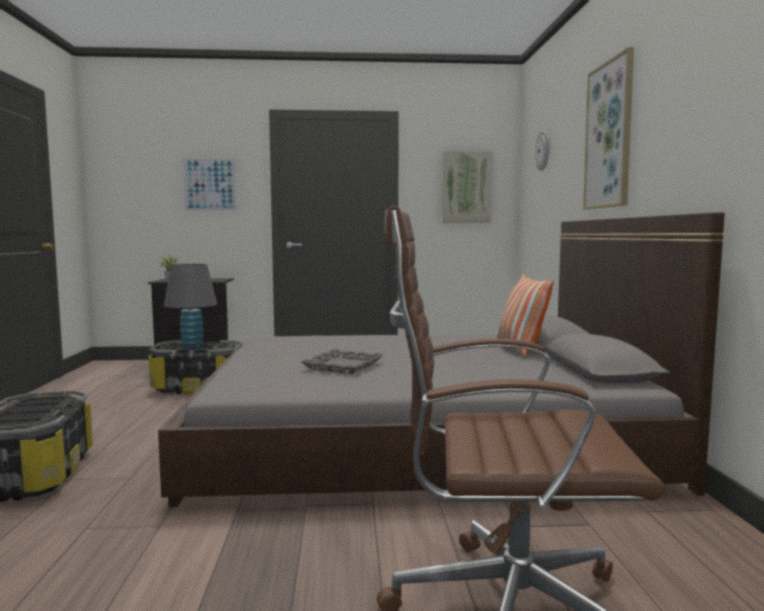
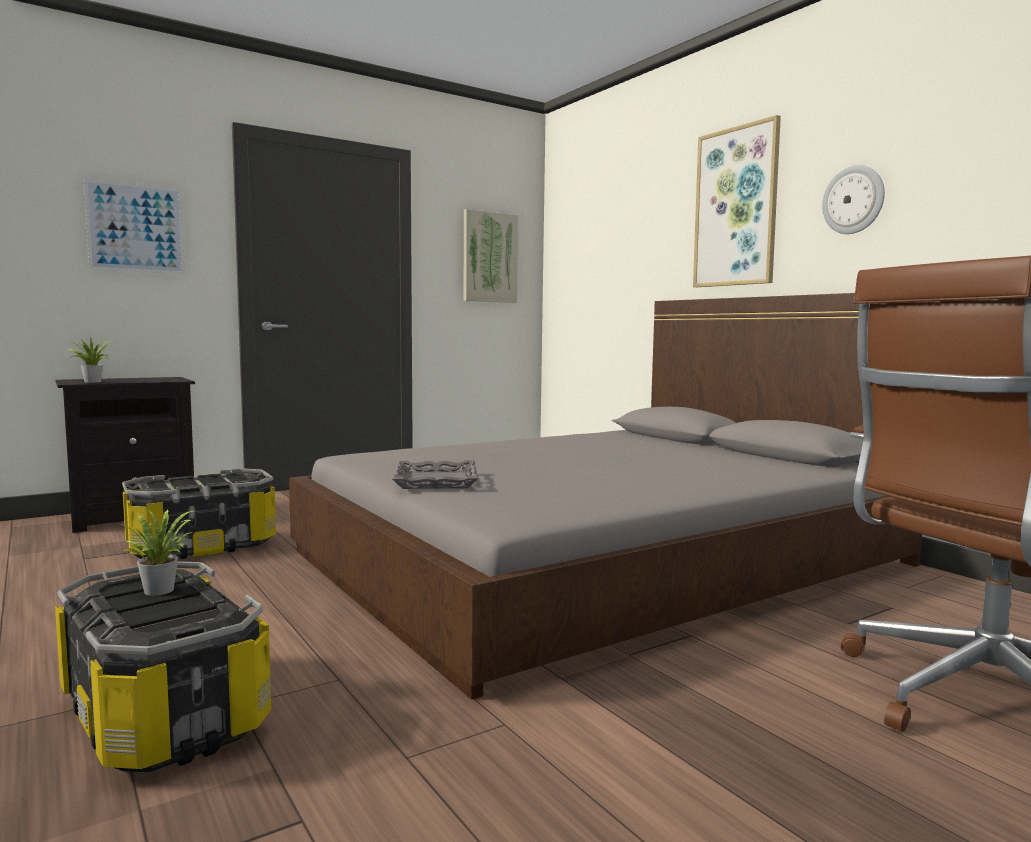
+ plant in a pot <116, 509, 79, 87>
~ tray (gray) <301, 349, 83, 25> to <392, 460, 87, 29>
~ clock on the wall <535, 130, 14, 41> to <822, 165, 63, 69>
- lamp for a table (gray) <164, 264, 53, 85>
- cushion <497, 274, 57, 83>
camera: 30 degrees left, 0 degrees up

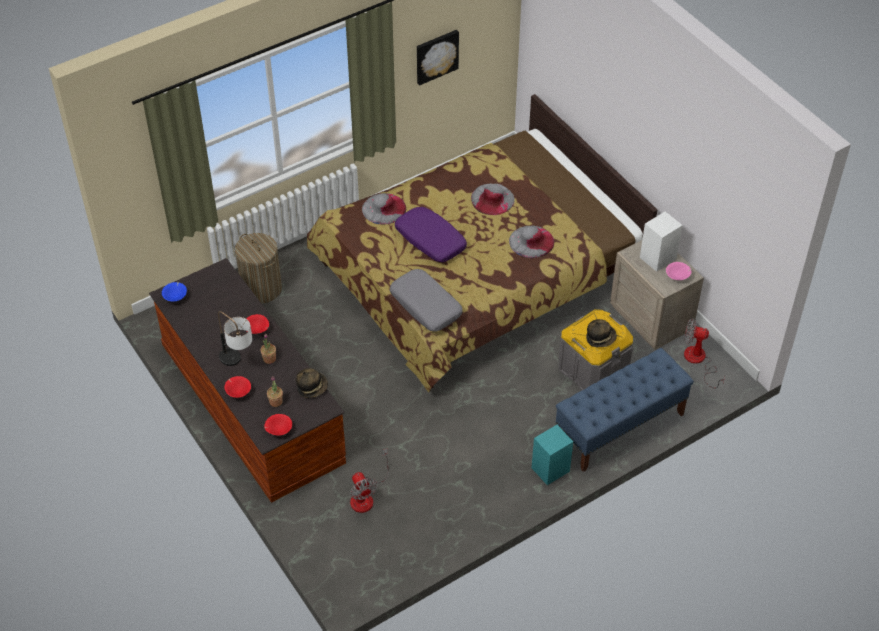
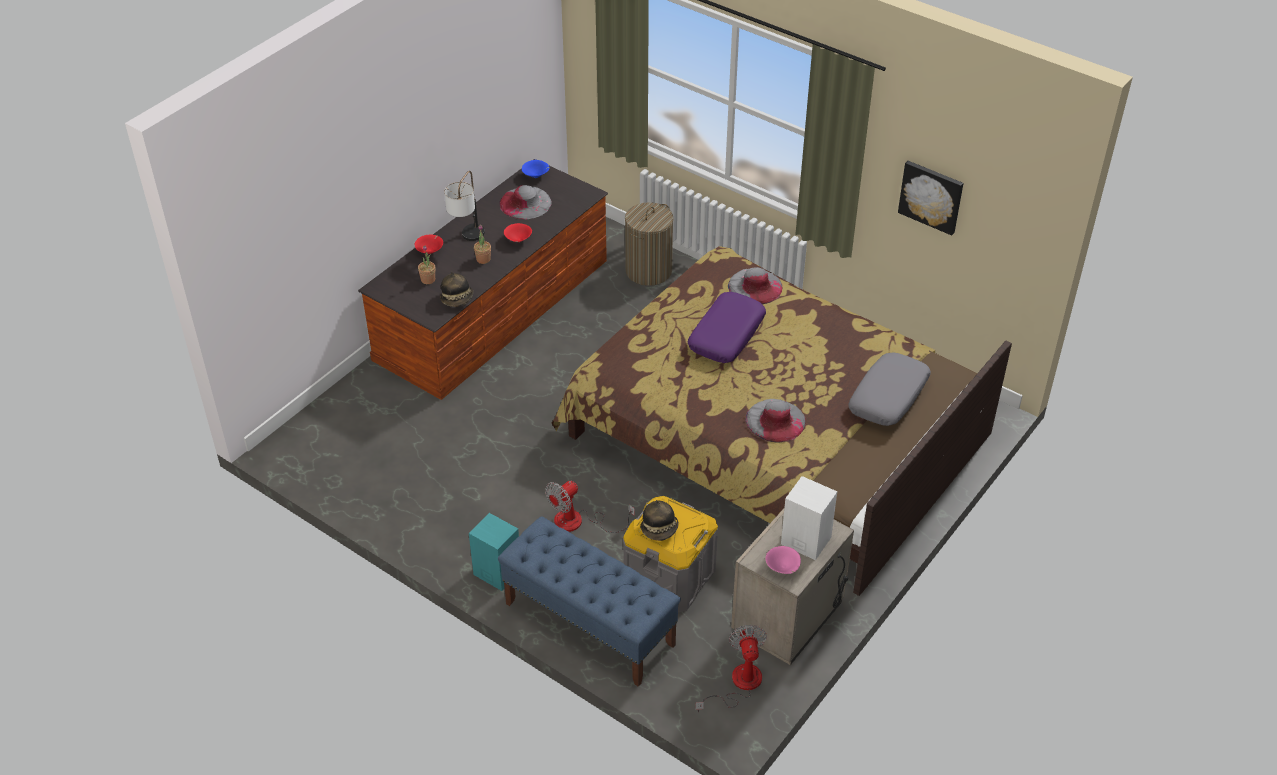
~ clothing hat (gray) <471, 183, 44, 32> to <500, 185, 52, 34>
~ fan <350, 448, 39, 65> to <545, 481, 90, 52>
~ cushion (gray) <390, 269, 73, 62> to <848, 352, 83, 74>
- bowl (reddish) <264, 414, 28, 22>
camera: 70 degrees right, 5 degrees down

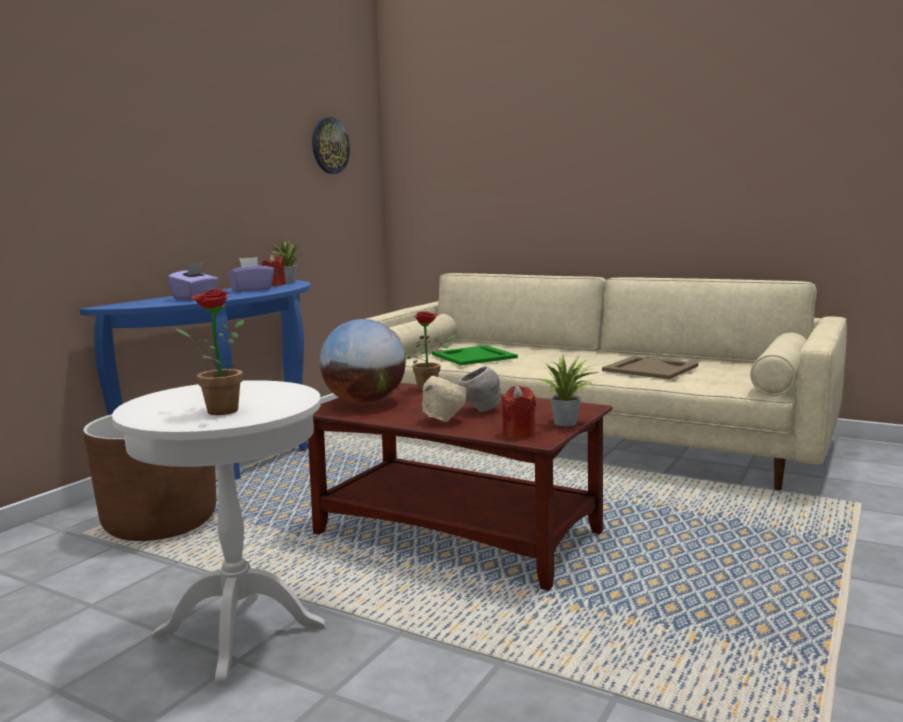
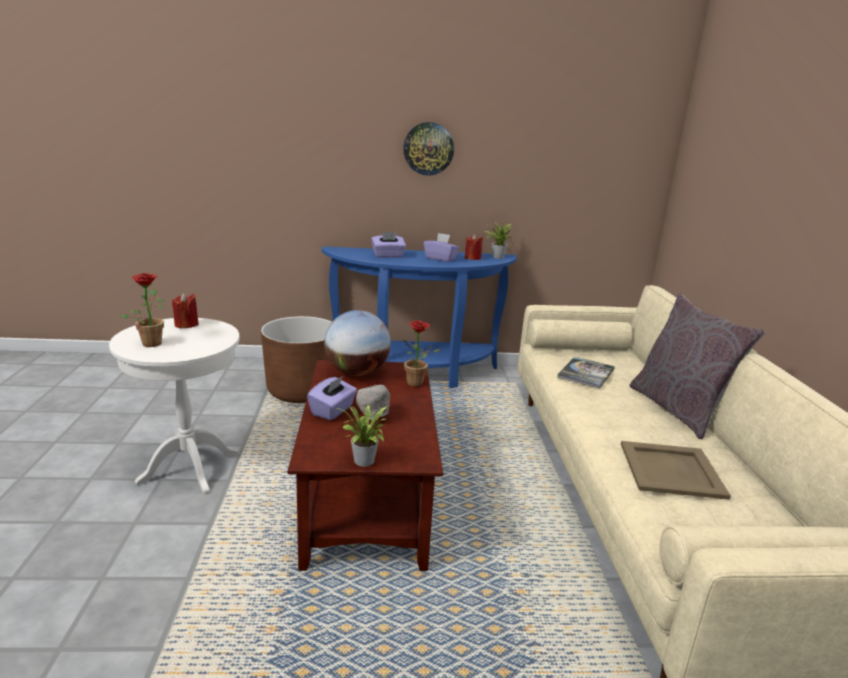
~ wax candle (reddish) <501, 385, 35, 53> to <172, 293, 27, 35>
~ bowl (sand-coloured) <422, 376, 44, 46> to box of tissues (purple-coloured) <307, 375, 50, 45>
~ clock on the wall <312, 117, 38, 57> to <403, 122, 51, 54>
~ tray (greenish) <432, 345, 86, 20> to book <557, 357, 58, 32>
+ cushion (gray) <629, 293, 137, 146>
camera: 55 degrees right, 10 degrees up

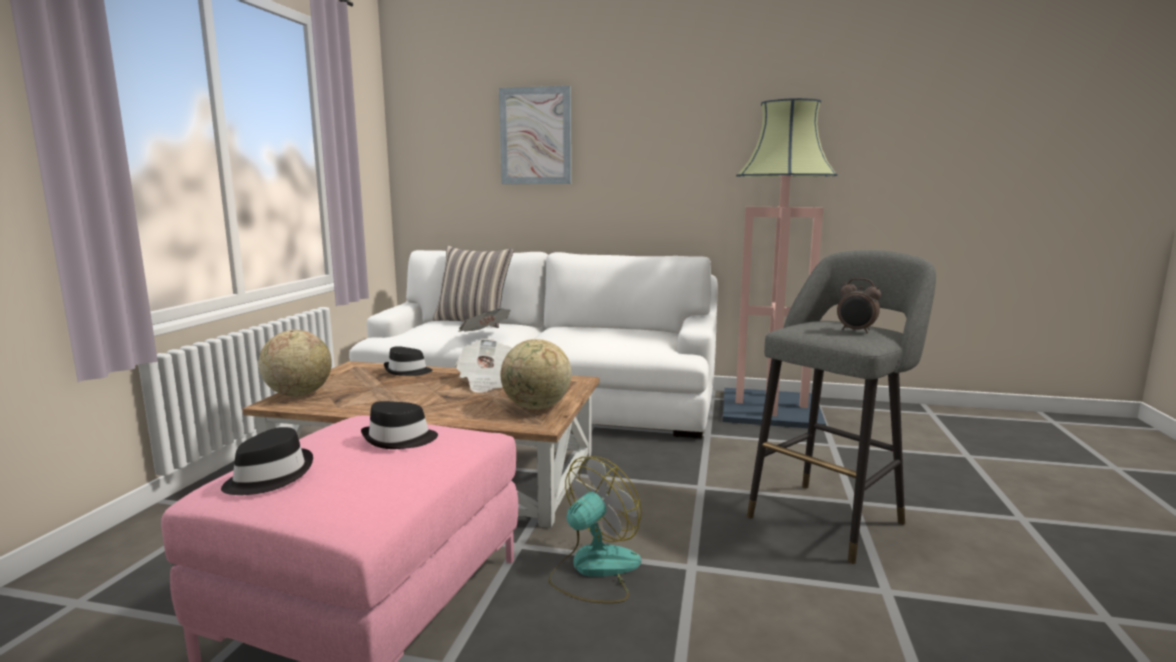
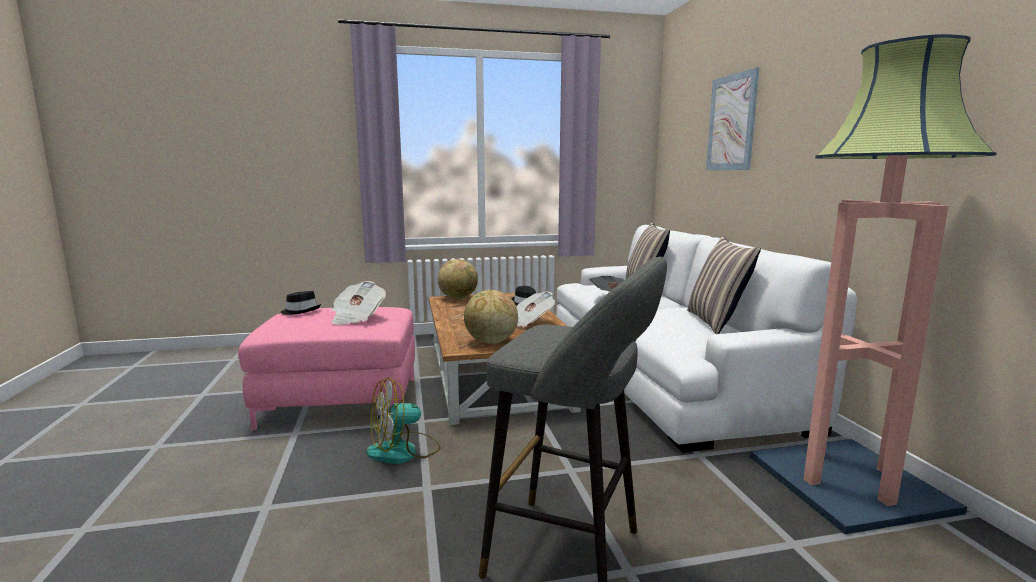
~ clothing hat (black-coloured) <361, 401, 77, 48> to daily paper <331, 281, 55, 44>
~ fan <548, 457, 94, 146> = <367, 377, 73, 87> 135 degrees clockwise
+ cushion <687, 236, 74, 98>
- bedside clock <837, 278, 44, 55>
camera: 65 degrees right, 0 degrees up

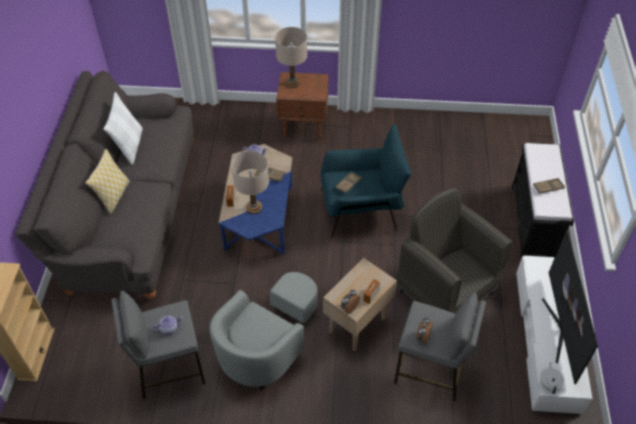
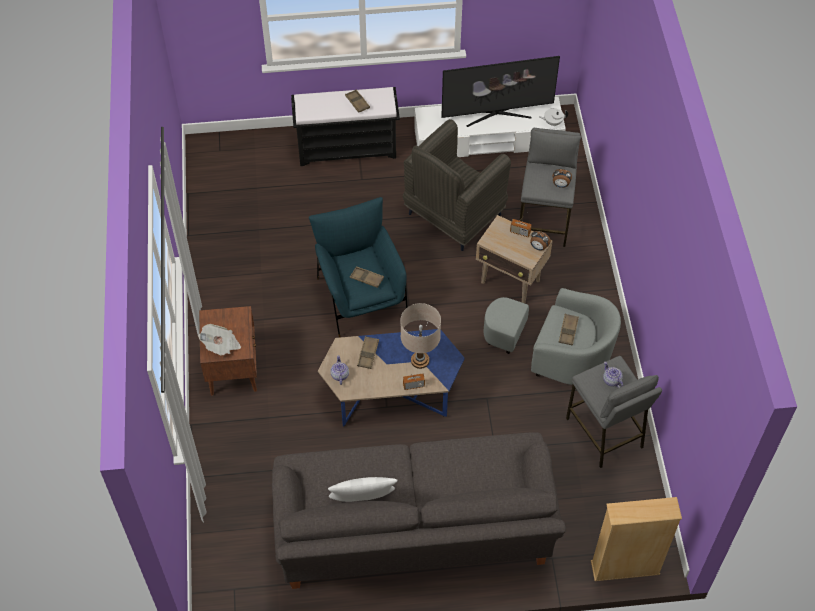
~ lamp for a table (sand-coloured) <275, 27, 32, 61> to daily paper <198, 324, 43, 32>
+ tray (brown-coloured) <558, 314, 21, 32>
- cushion <85, 149, 45, 65>
camera: 100 degrees left, 5 degrees up

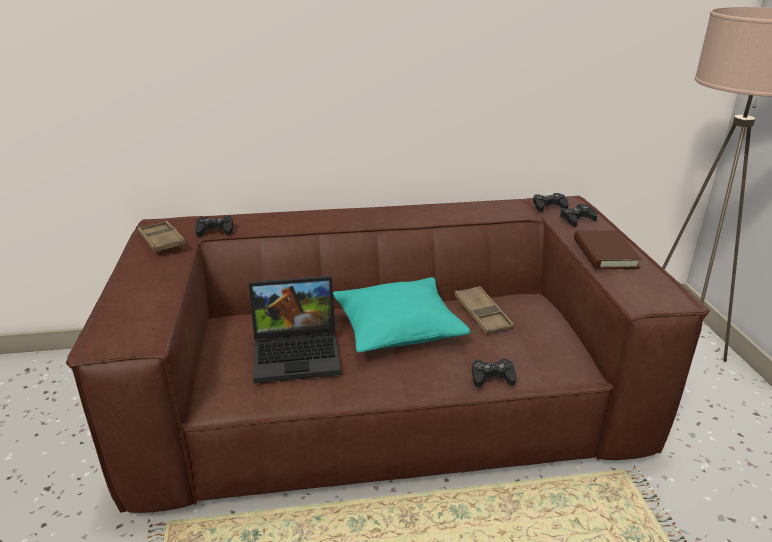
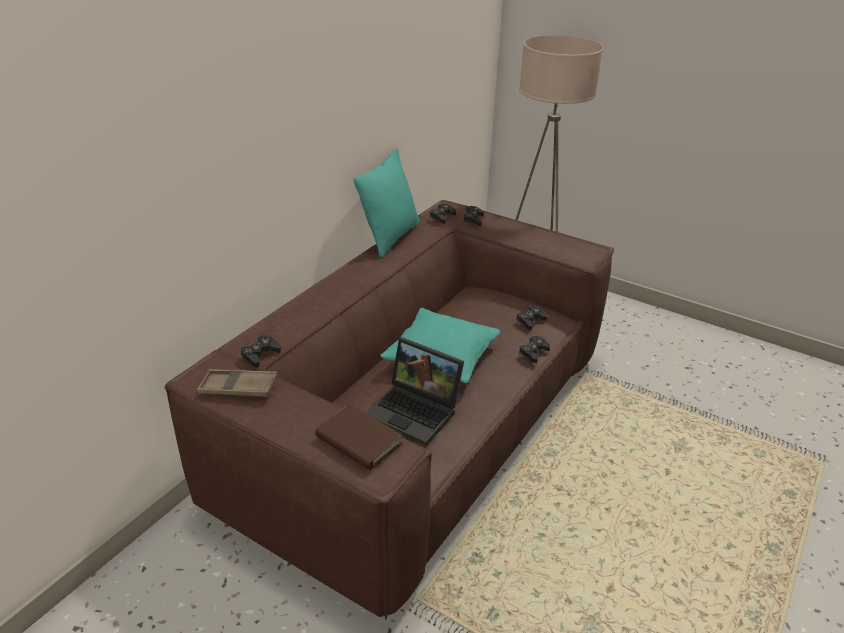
~ book (brown-coloured) <574, 230, 68, 39> to <315, 404, 88, 66>
+ cushion (turquoise-coloured) <354, 148, 66, 110>
~ laptop <249, 276, 92, 107> = <366, 337, 98, 109> 90 degrees clockwise
+ joypad (black-coloured) <516, 305, 31, 25>
- tray (brown-coloured) <454, 286, 60, 49>
camera: 50 degrees left, 5 degrees up

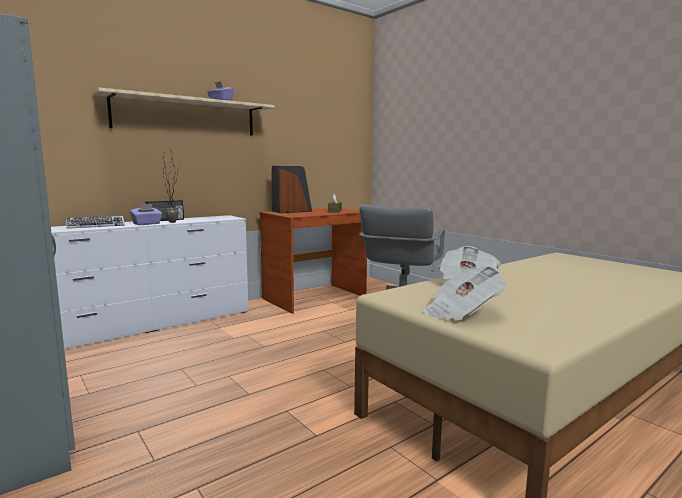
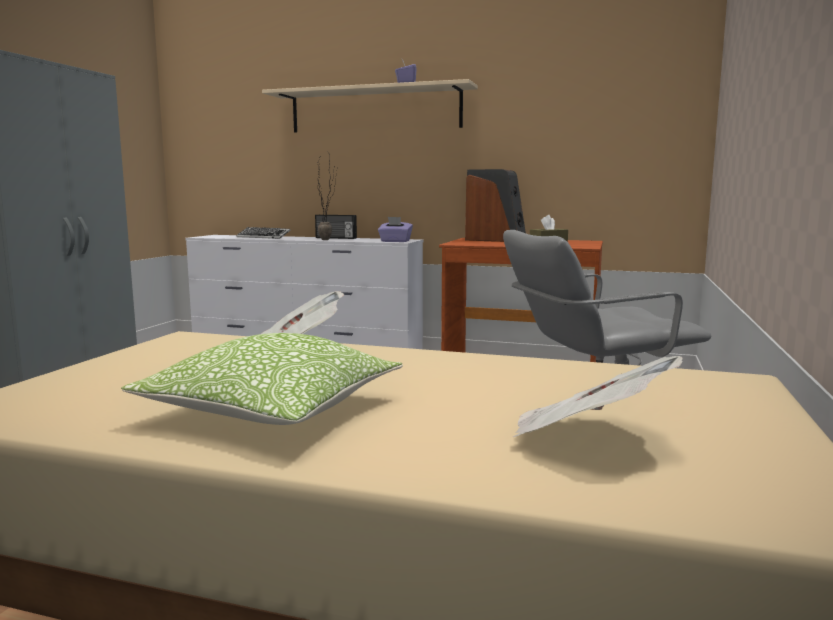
+ cushion <121, 333, 282, 92>
~ box of tissues (purple-coloured) <130, 203, 32, 22> to <378, 217, 35, 25>
~ daily paper <423, 266, 83, 55> to <513, 356, 170, 81>
camera: 55 degrees right, 0 degrees up

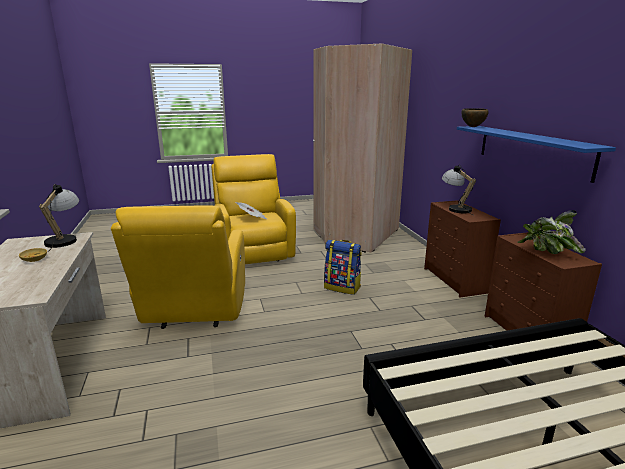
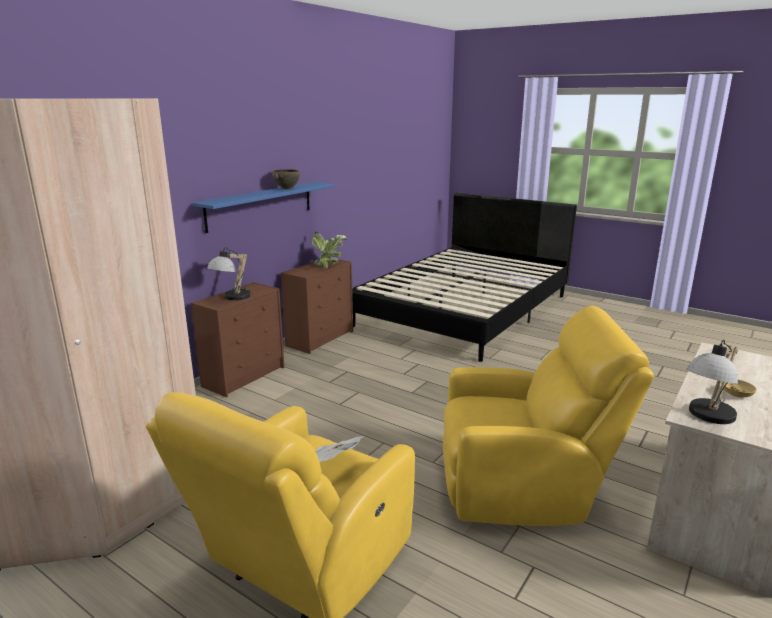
~ bowl (brown-coloured) <461, 108, 28, 19> to <272, 169, 28, 20>
~ armchair (yellow) <111, 205, 134, 124> = <443, 306, 211, 220> 45 degrees clockwise
- knapsack <324, 240, 38, 55>
camera: 130 degrees left, 0 degrees up

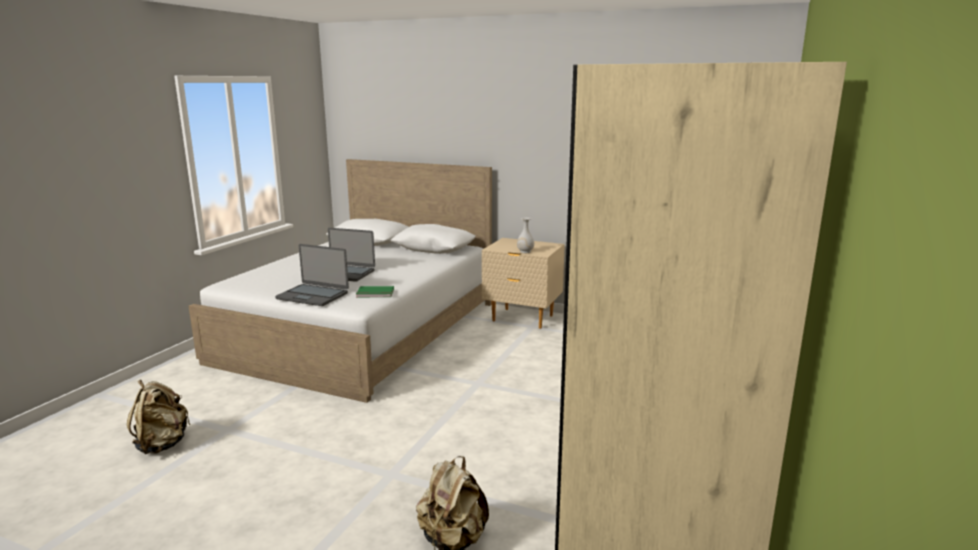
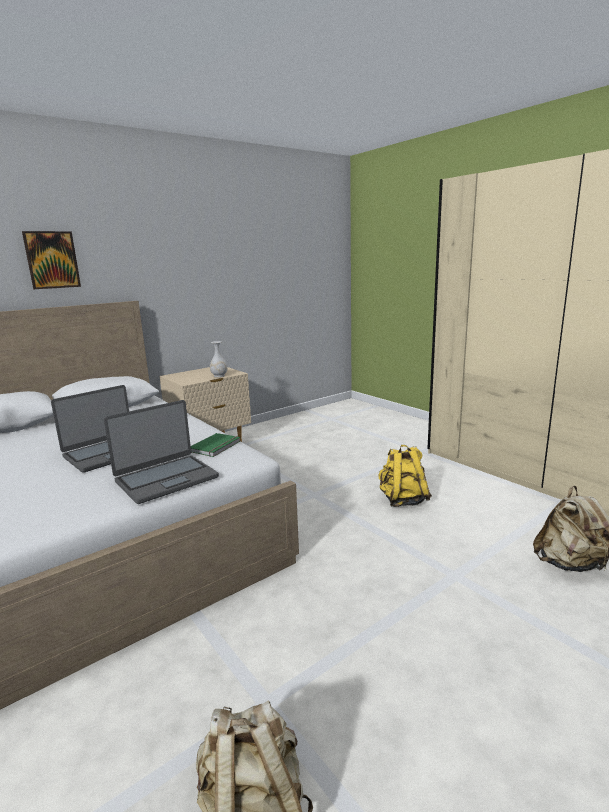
+ wall art <22, 231, 59, 58>
+ knapsack (yellow) <379, 445, 53, 62>
camera: 60 degrees left, 0 degrees up

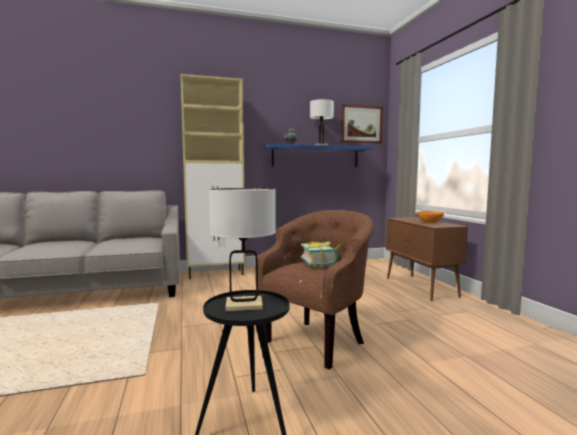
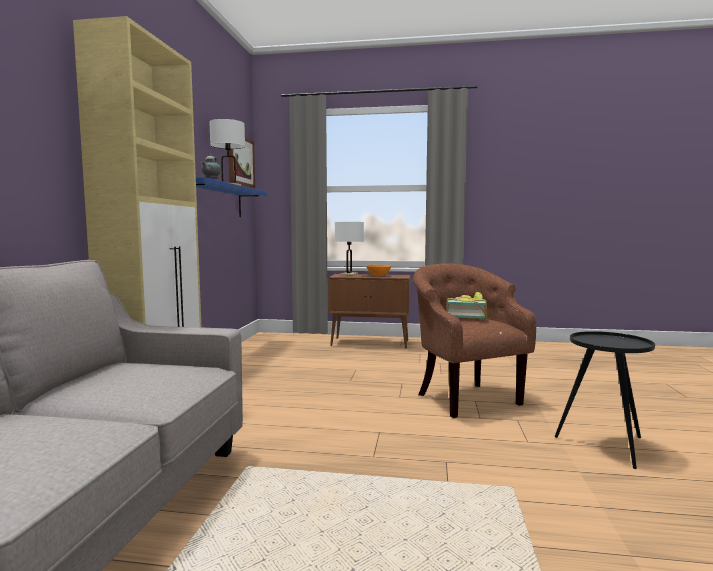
~ lamp for a table (white-coloured) <209, 188, 67, 123> to <335, 222, 29, 54>
camera: 65 degrees left, 0 degrees up

